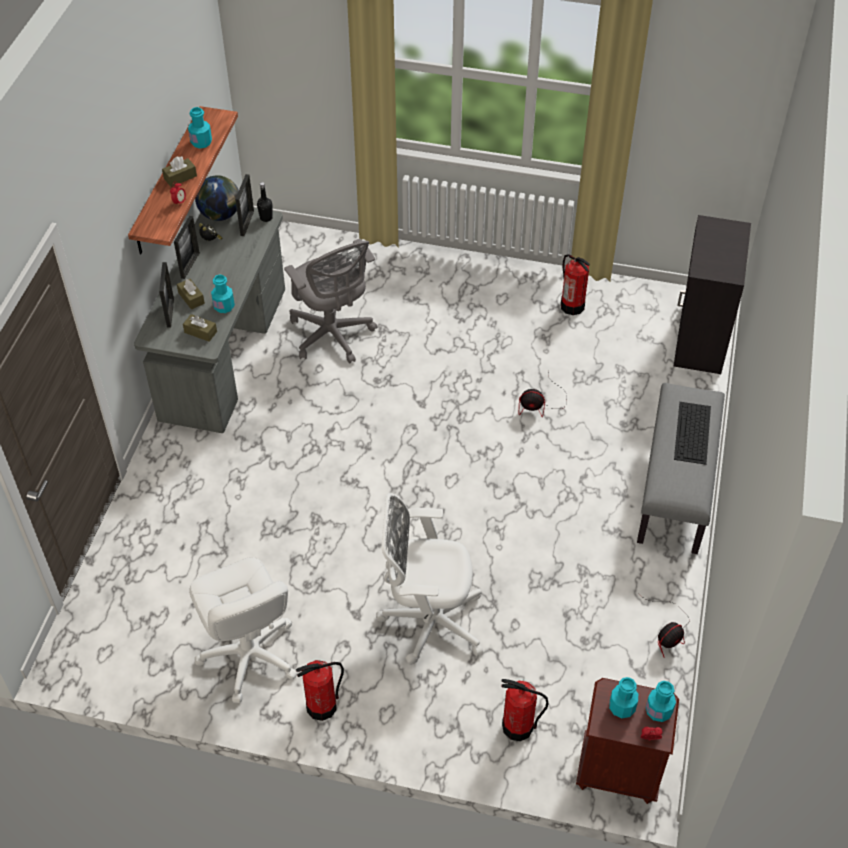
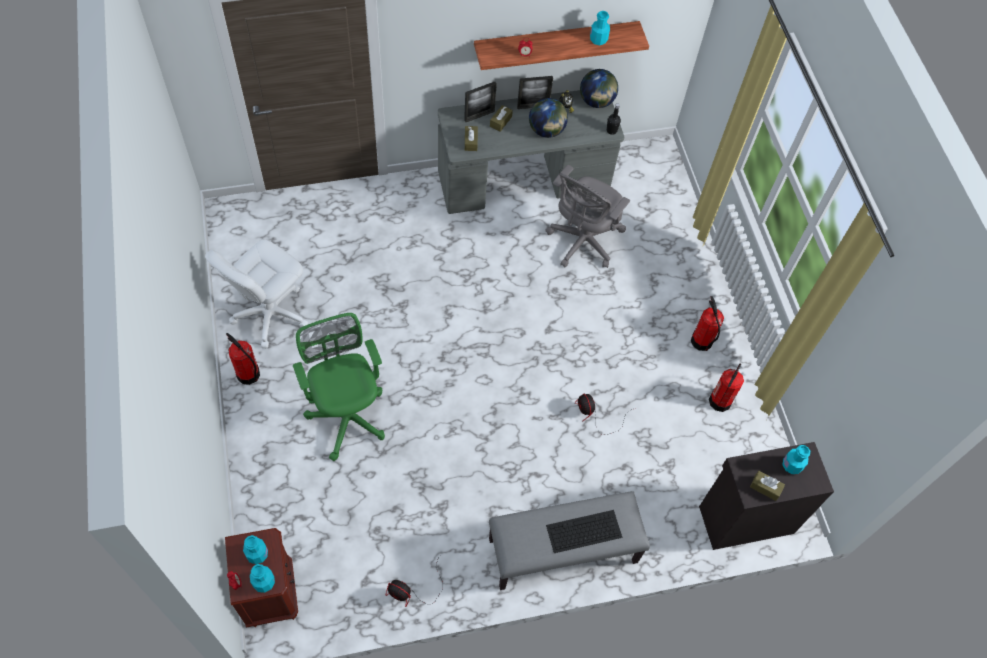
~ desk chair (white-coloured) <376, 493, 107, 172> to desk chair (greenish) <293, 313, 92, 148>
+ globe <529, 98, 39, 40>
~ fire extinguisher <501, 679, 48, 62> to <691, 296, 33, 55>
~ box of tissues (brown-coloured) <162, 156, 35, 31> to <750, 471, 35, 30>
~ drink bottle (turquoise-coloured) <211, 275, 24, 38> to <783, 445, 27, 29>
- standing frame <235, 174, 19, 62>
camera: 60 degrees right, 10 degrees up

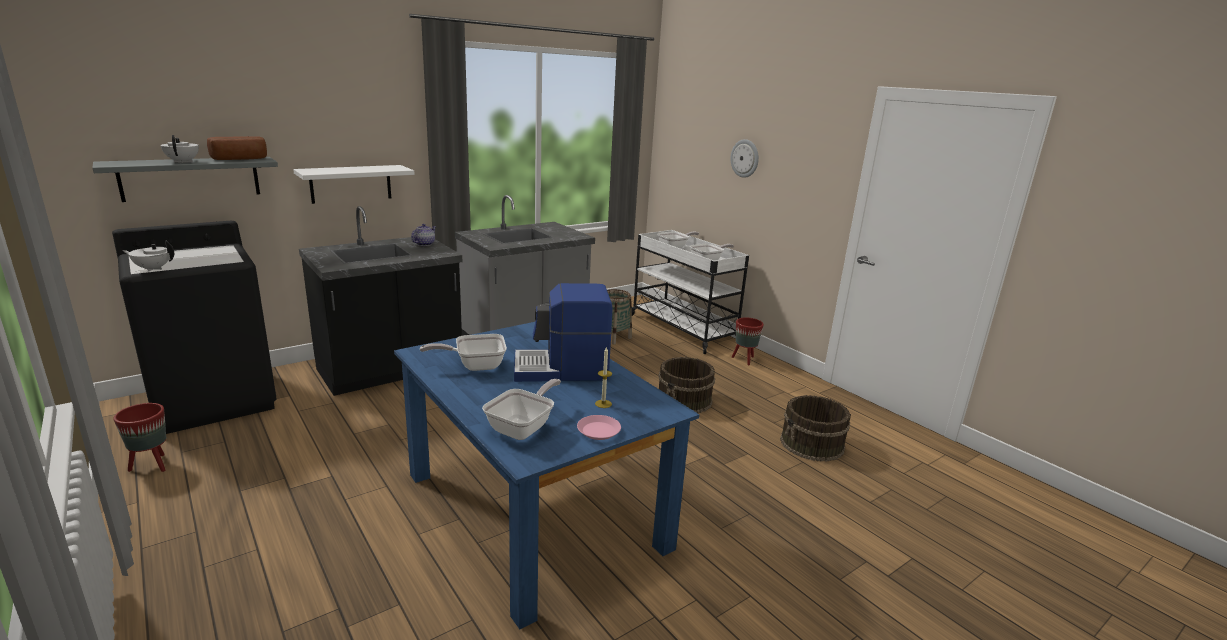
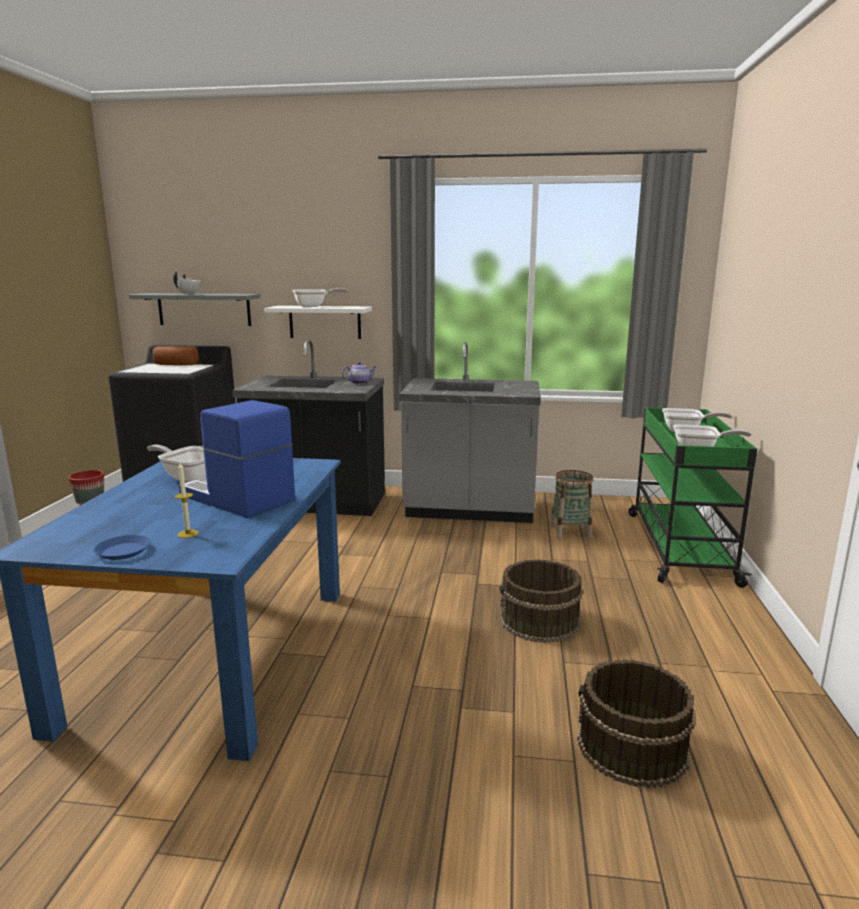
~ plate (pink) <577, 415, 44, 25> to plate (blue-coloured) <94, 535, 57, 25>
~ bakery bread <207, 136, 60, 24> to <152, 346, 47, 19>
~ pan <482, 379, 79, 61> to <292, 288, 56, 19>
~ wheeled cart (white-coloured) <631, 230, 118, 124> to wheeled cart (greenish) <628, 408, 129, 180>
- teapot (white-coloured) <122, 241, 52, 31>
- clock on the wall <730, 139, 29, 39>
- planter (reddish) <732, 317, 32, 48>
camera: 45 degrees right, 5 degrees down

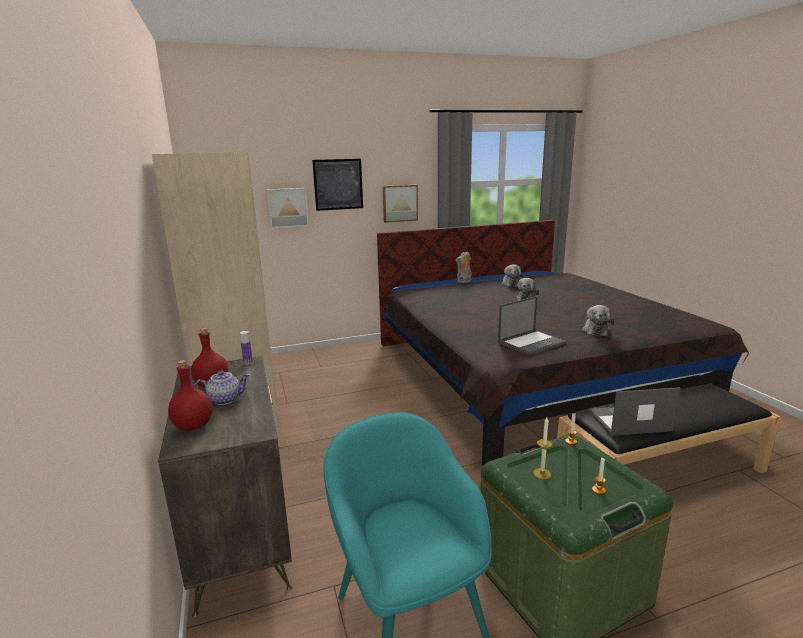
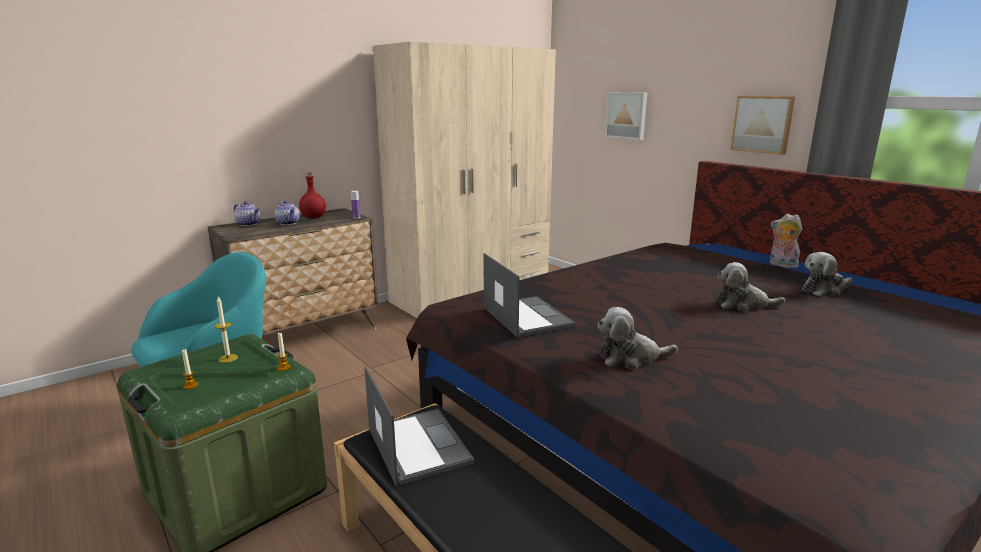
~ drink bottle (reddish) <168, 360, 44, 71> to teapot <234, 201, 26, 25>
~ laptop <498, 296, 69, 60> = <484, 253, 92, 85> 150 degrees counterclockwise
- wall art <312, 159, 51, 52>
camera: 70 degrees right, 0 degrees up

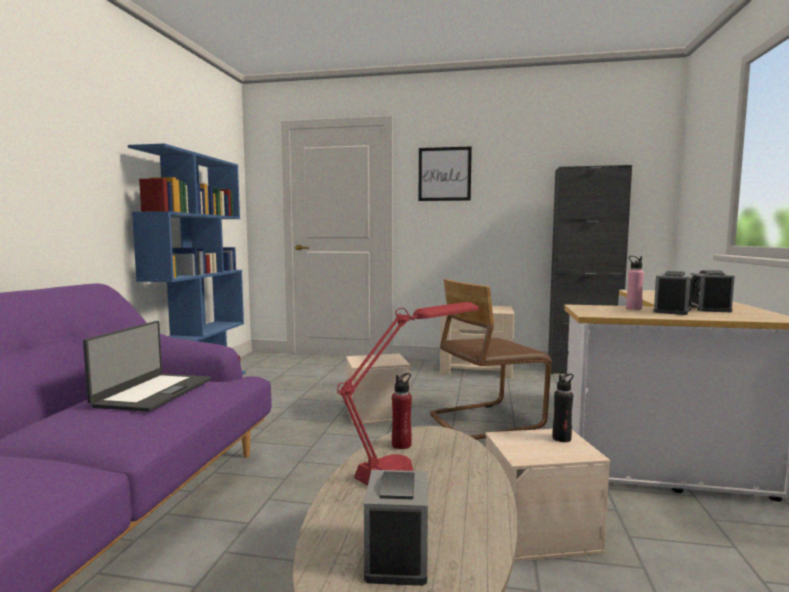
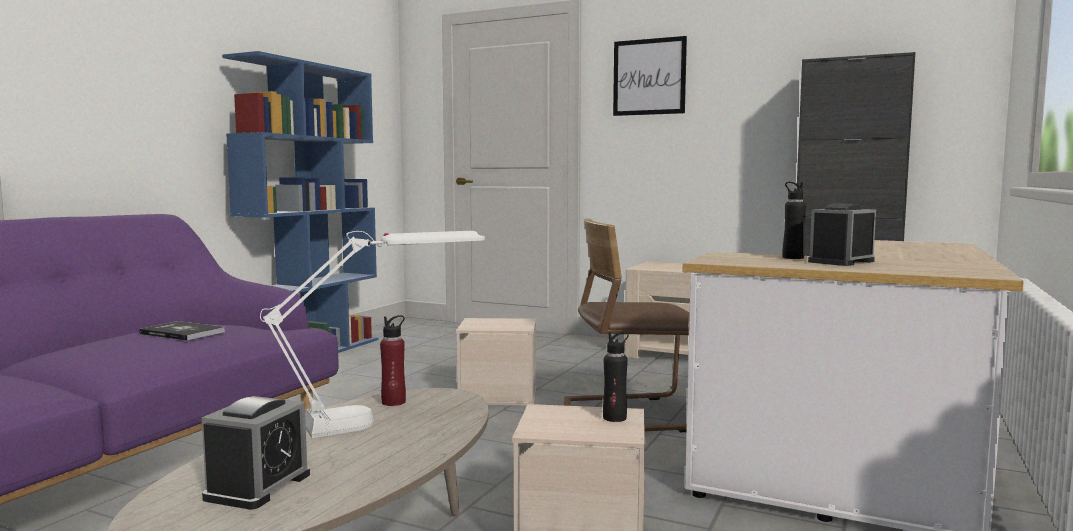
~ laptop <83, 321, 128, 91> to book <139, 321, 86, 20>
~ lamp for a table (reddish) <337, 302, 142, 184> to lamp for a table (white-coloured) <260, 231, 225, 207>
~ drink bottle (pink) <626, 256, 18, 54> to drink bottle (black-coloured) <782, 182, 24, 77>
- bedside clock <691, 270, 44, 42>
camera: 15 degrees right, 0 degrees up

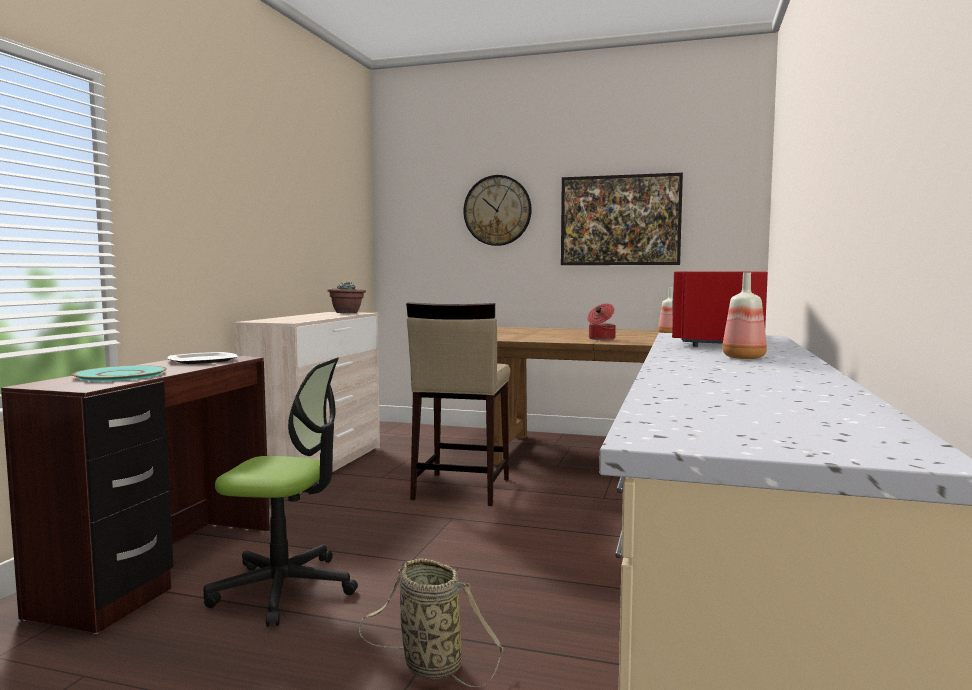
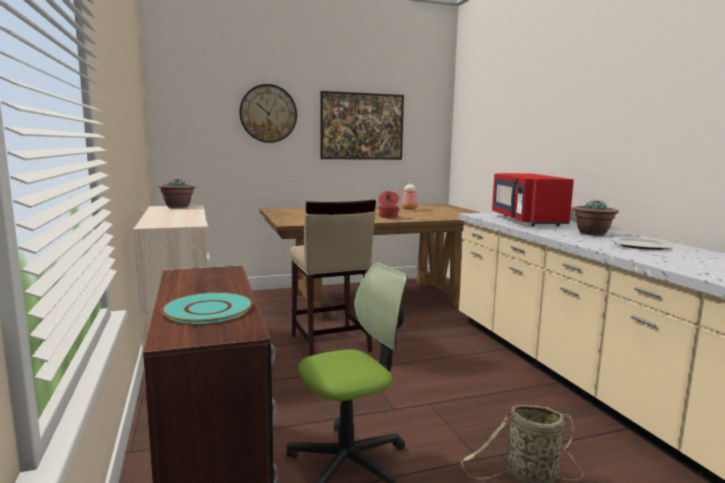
~ drink bottle <722, 272, 45, 87> to plant in a pot <572, 200, 47, 36>
~ plate <167, 352, 70, 12> to <612, 237, 59, 13>
camera: 35 degrees left, 5 degrees up

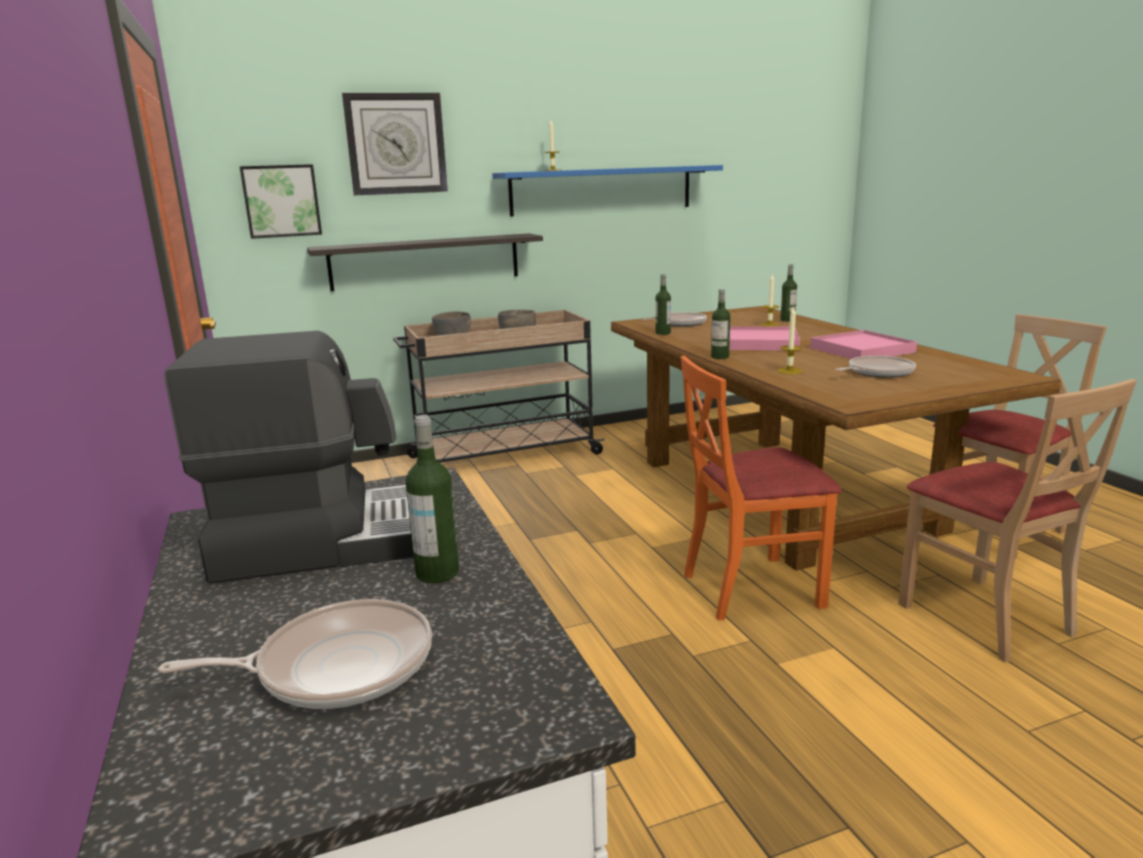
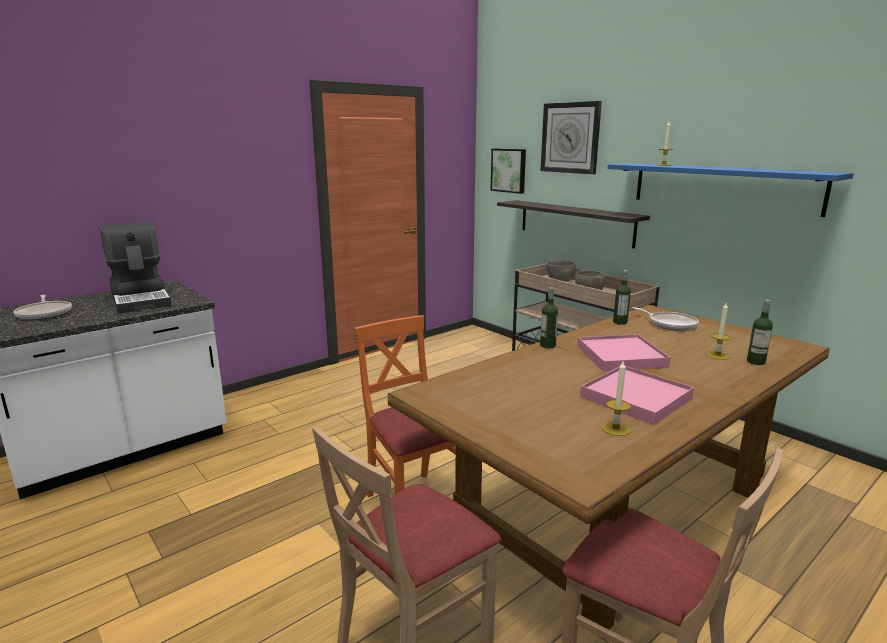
~ wax candle <777, 306, 25, 68> to <602, 361, 29, 75>
- drink bottle <405, 415, 54, 168>
- pan <835, 355, 81, 23>
camera: 70 degrees right, 0 degrees up

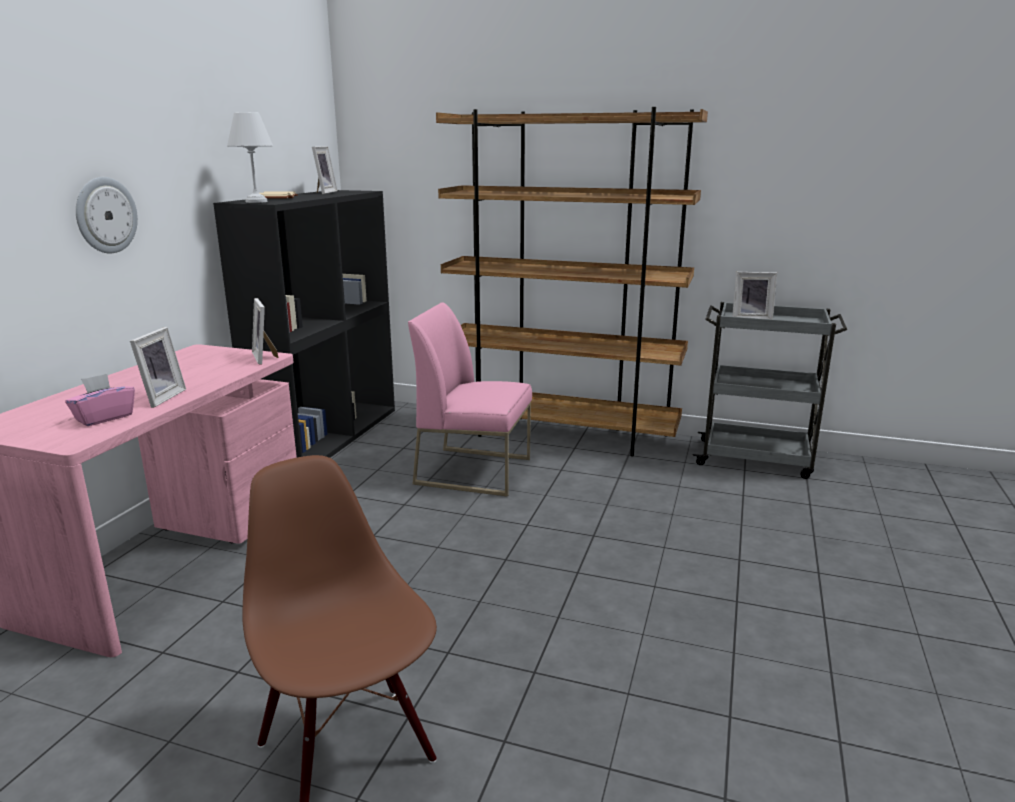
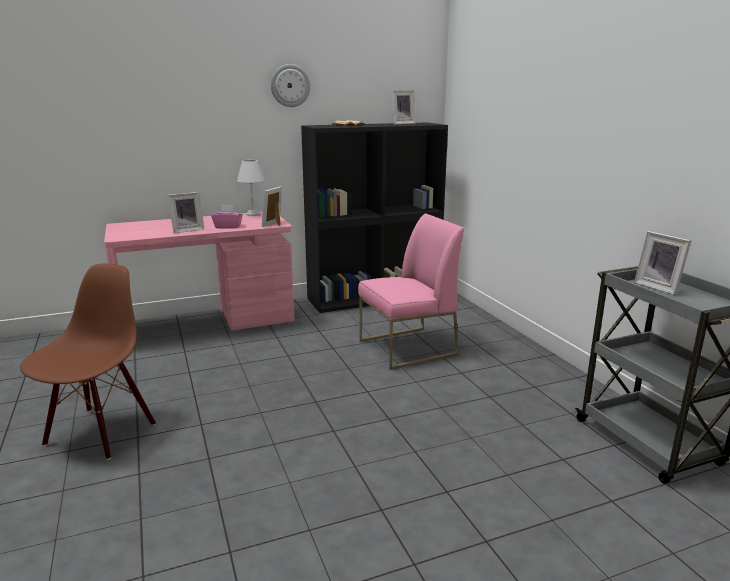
~ box of tissues (pink) <65, 373, 70, 53> to <211, 205, 32, 24>
~ lamp for a table (white-coloured) <227, 112, 46, 91> to <237, 160, 28, 56>
~ clock on the wall <76, 177, 62, 76> to <271, 64, 39, 43>
~ plain chair (pink) <408, 302, 124, 195> = <358, 213, 106, 157> 90 degrees clockwise
- bookcase (brown-coloured) <436, 107, 272, 350>
camera: 50 degrees right, 0 degrees up

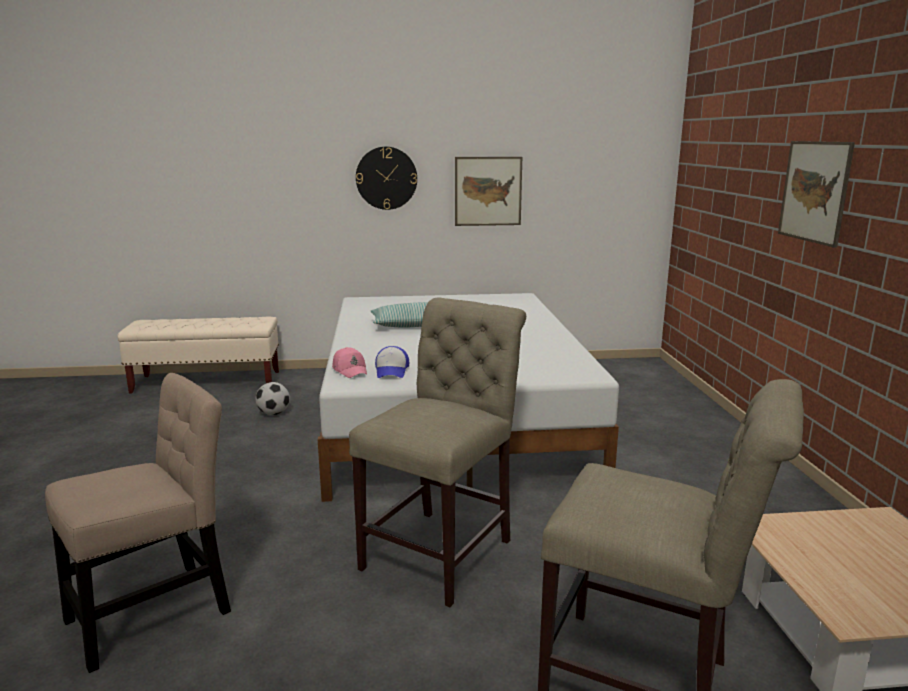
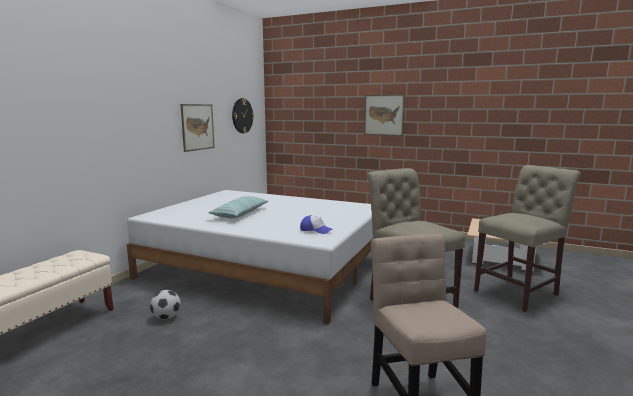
~ clock on the wall <356, 147, 61, 63> to <232, 98, 22, 35>
- peaked cap (pink) <332, 347, 35, 31>
camera: 60 degrees left, 5 degrees down

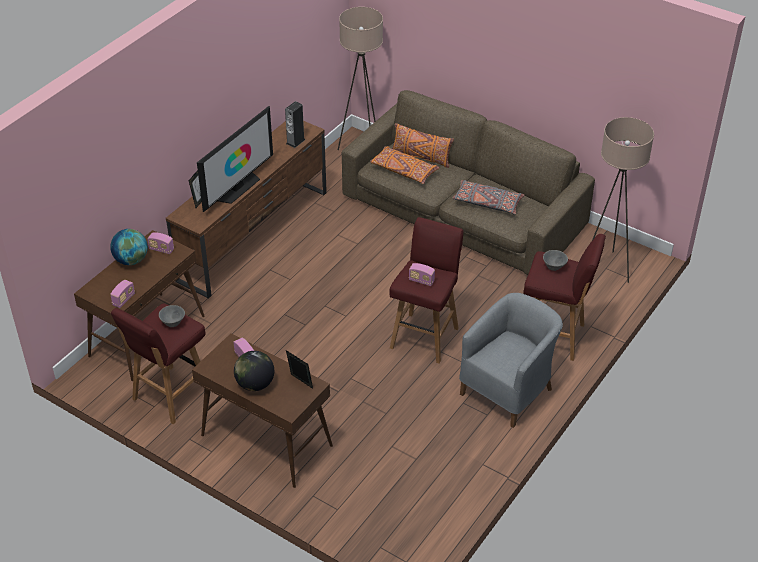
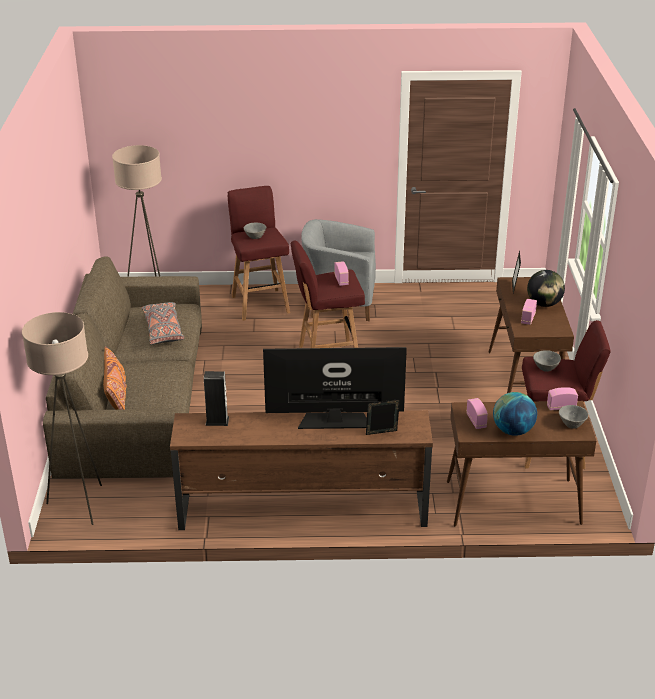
+ bowl (gray) <559, 405, 30, 24>
- cushion (orange-coloured) <370, 146, 70, 38>
camera: 125 degrees left, 10 degrees down

